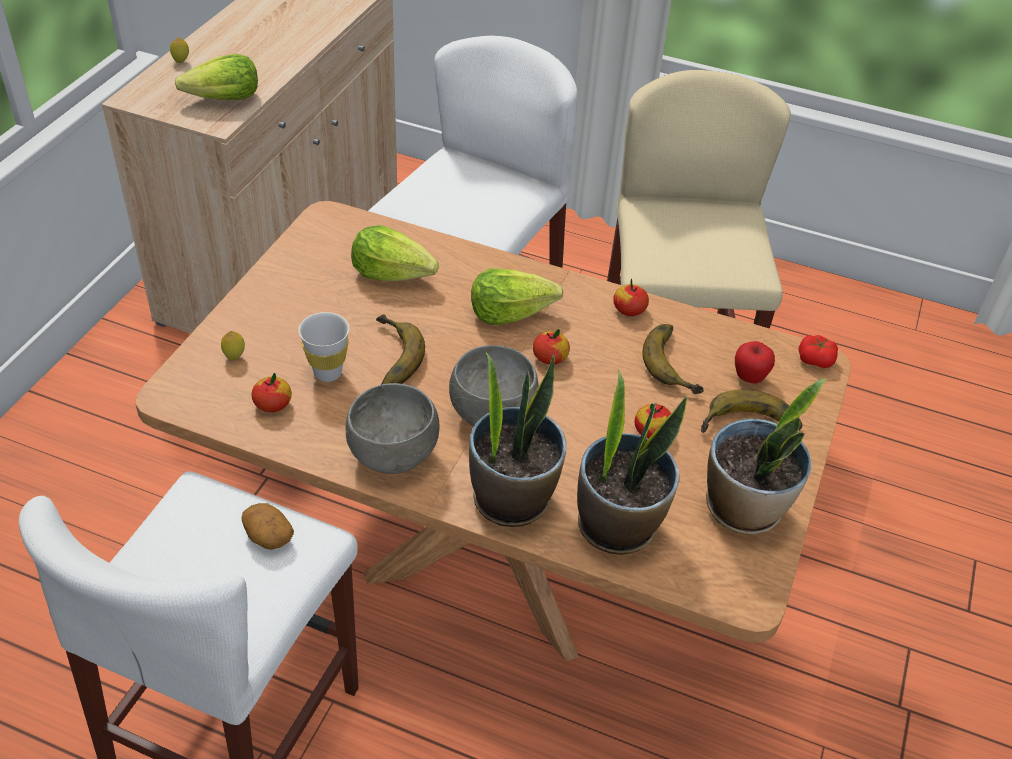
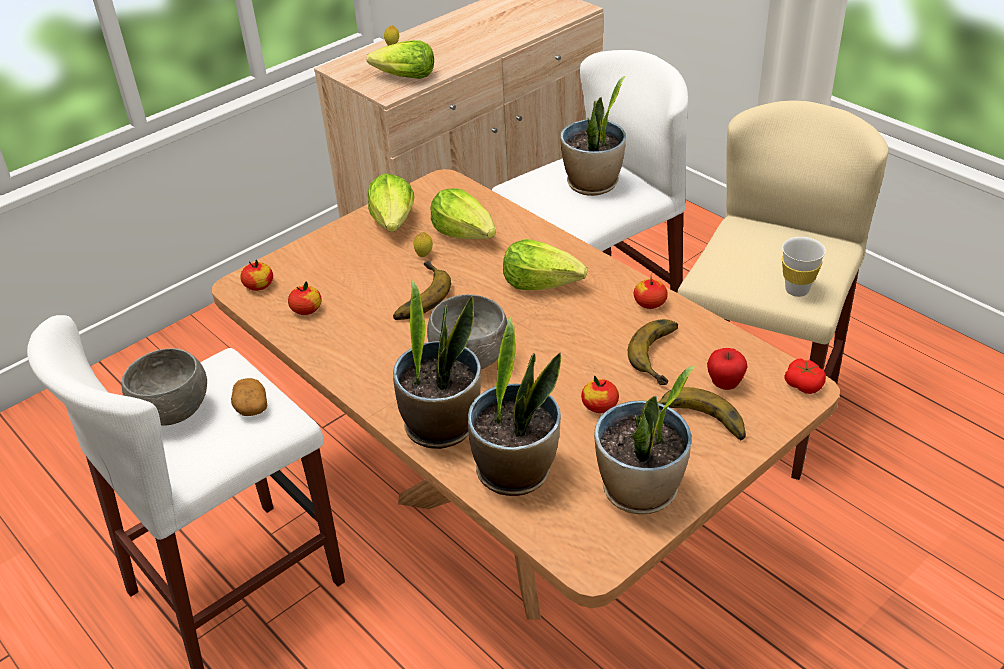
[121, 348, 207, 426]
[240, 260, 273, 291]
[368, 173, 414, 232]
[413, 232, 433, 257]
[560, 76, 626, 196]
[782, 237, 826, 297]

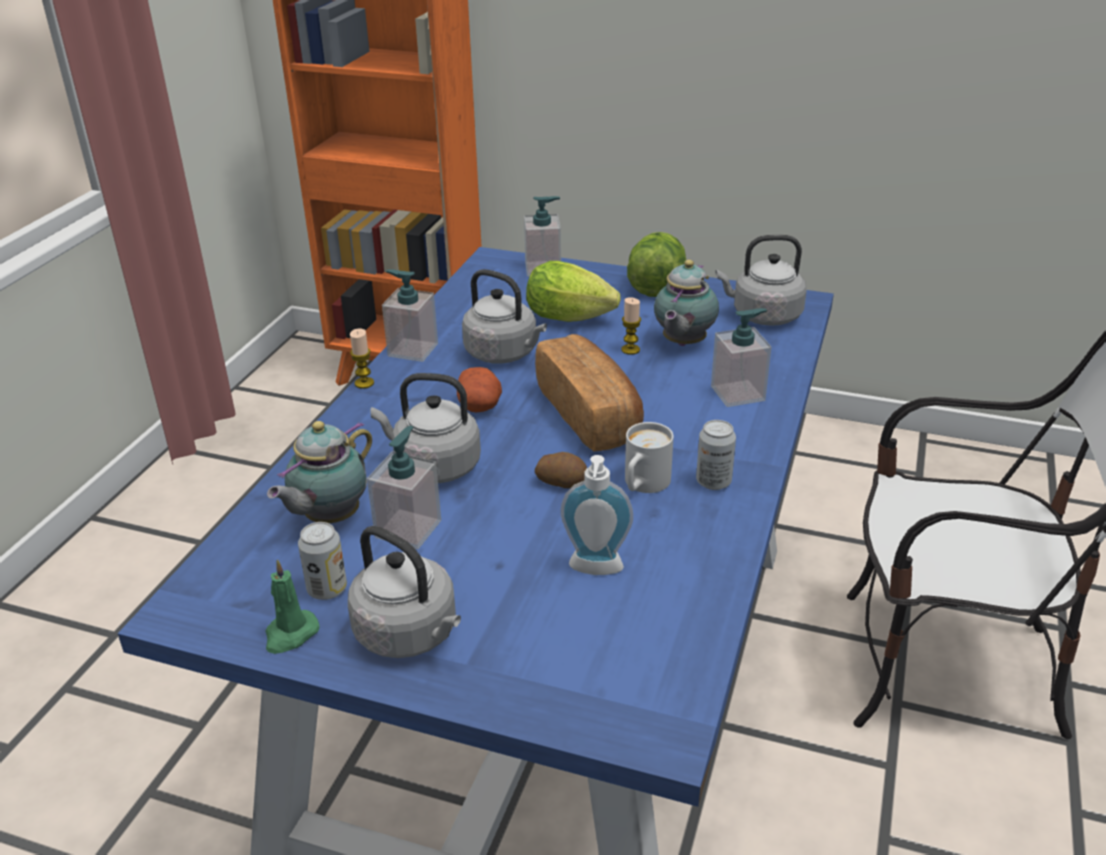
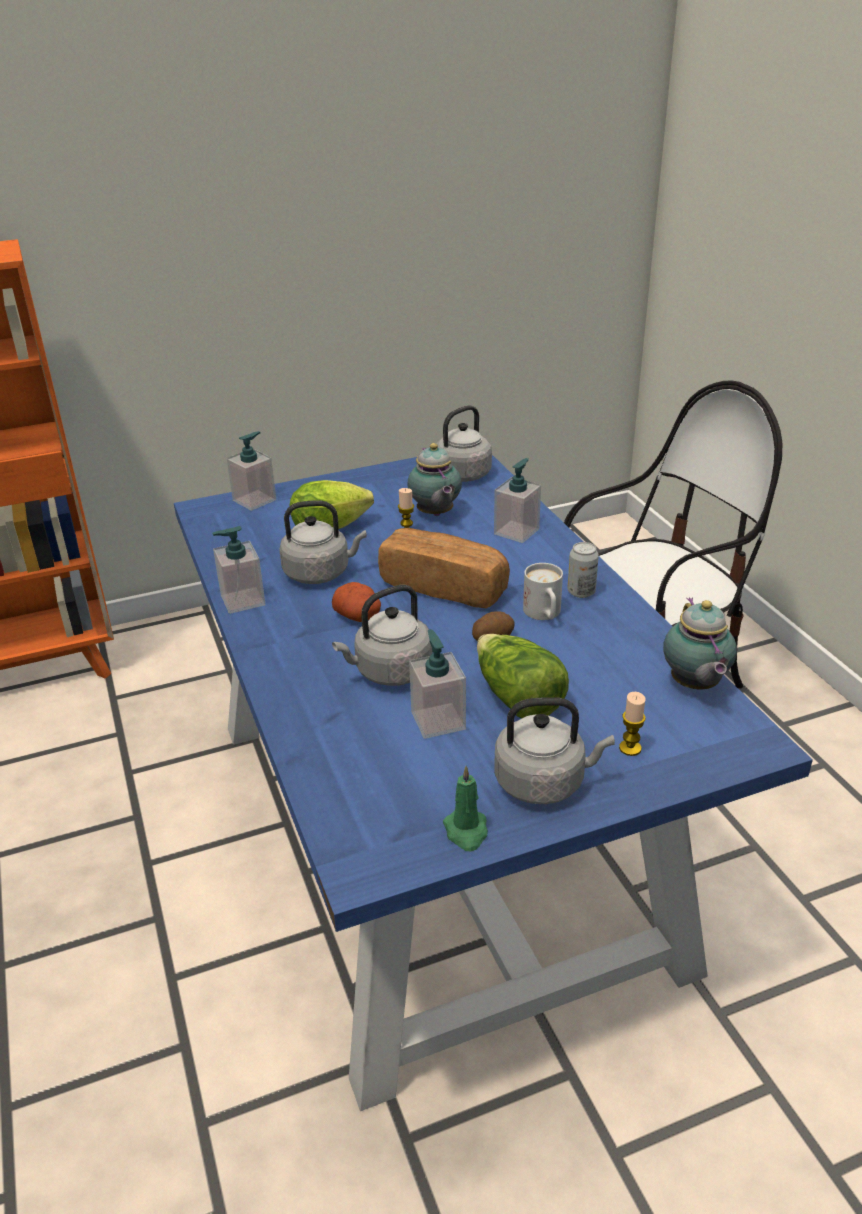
[477, 634, 569, 718]
[619, 692, 646, 756]
[663, 597, 737, 689]
[298, 522, 347, 600] (first image)
[561, 455, 633, 575] (first image)

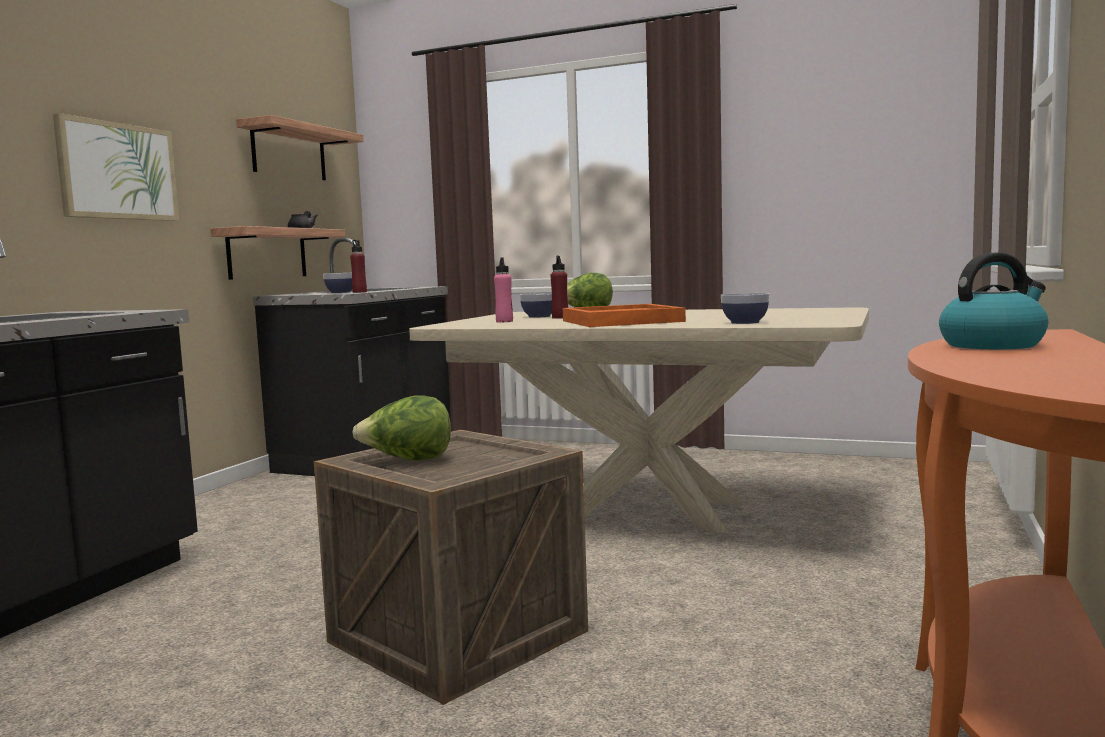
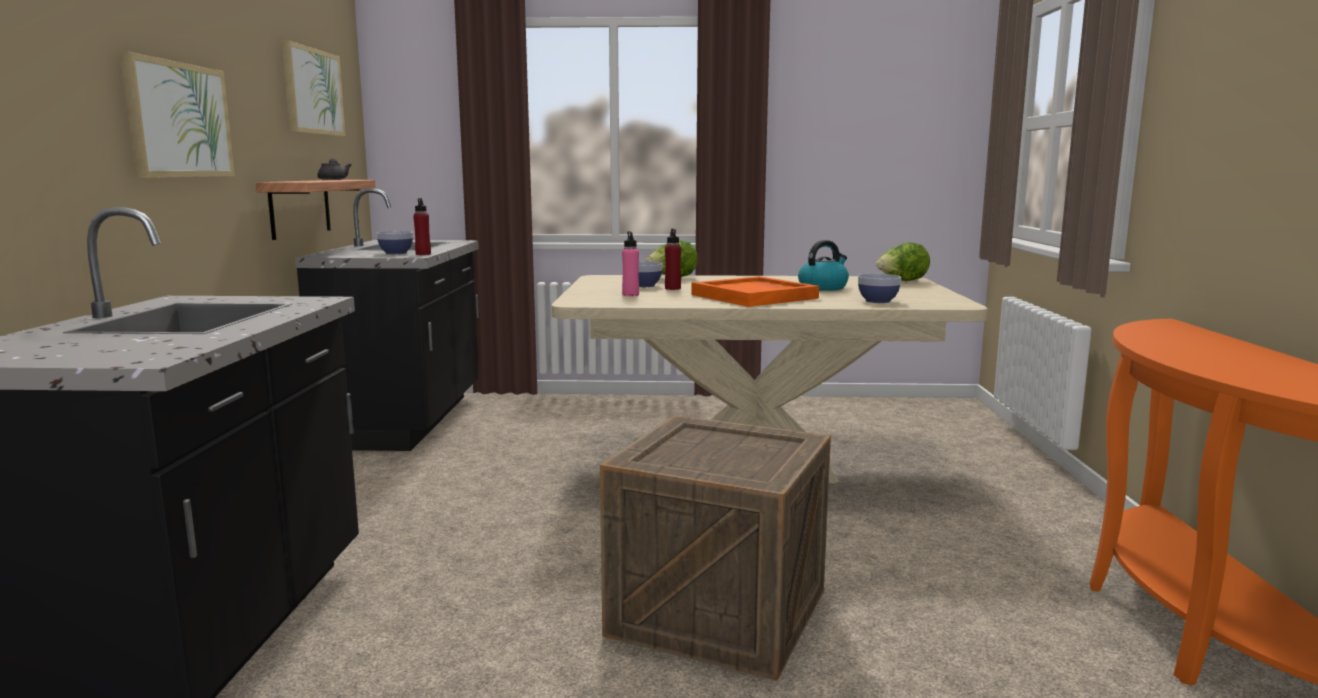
[281, 40, 345, 136]
[798, 240, 849, 291]
[876, 242, 930, 281]

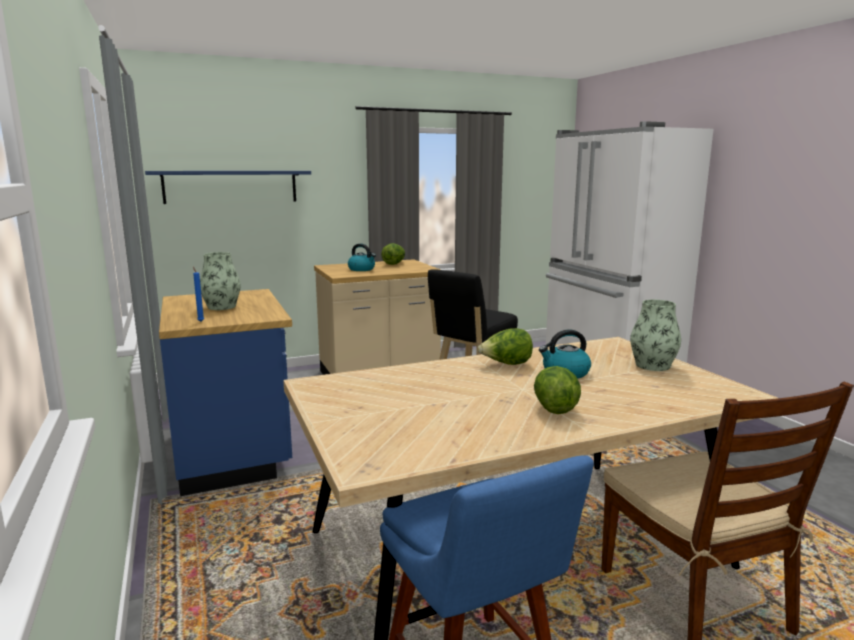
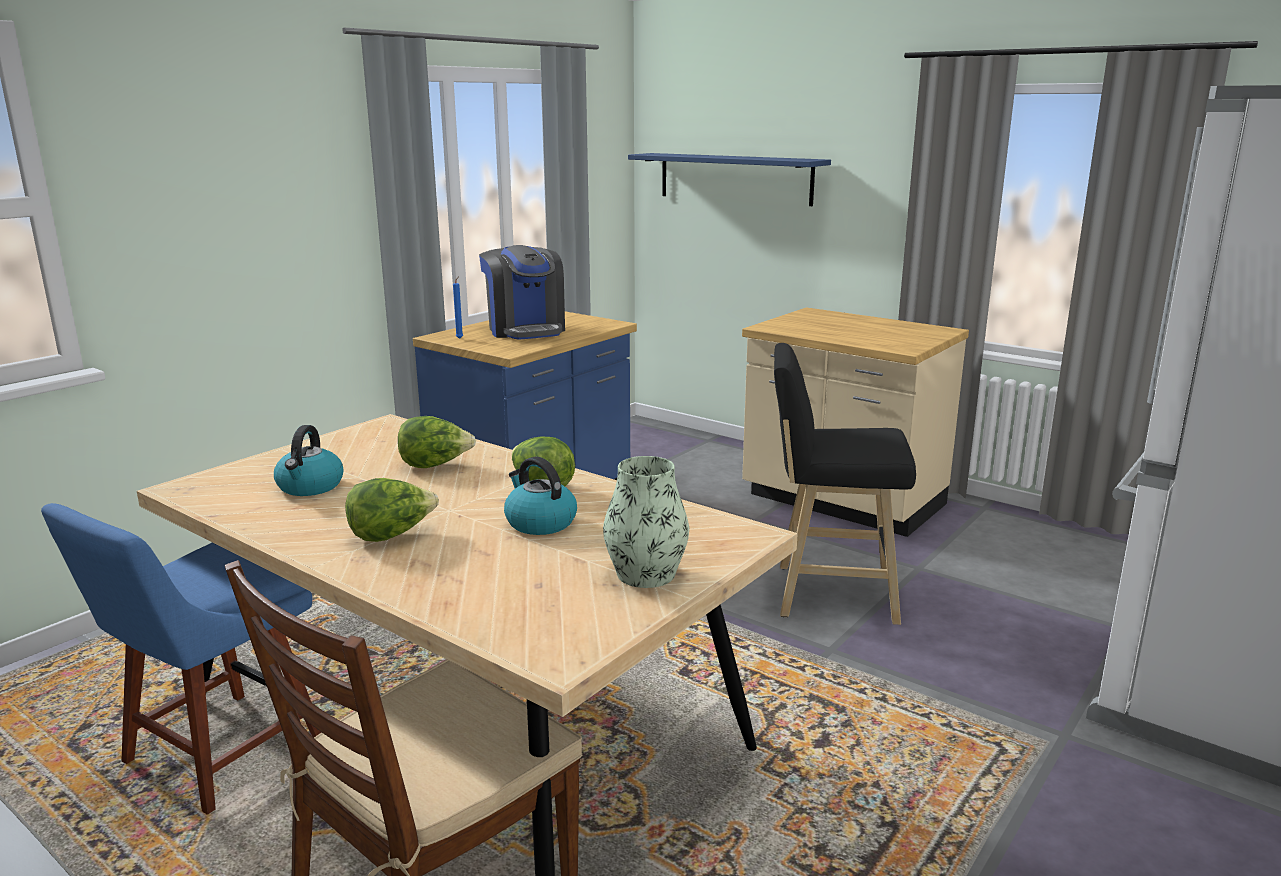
[274, 425, 343, 496]
[398, 416, 476, 468]
[479, 245, 565, 340]

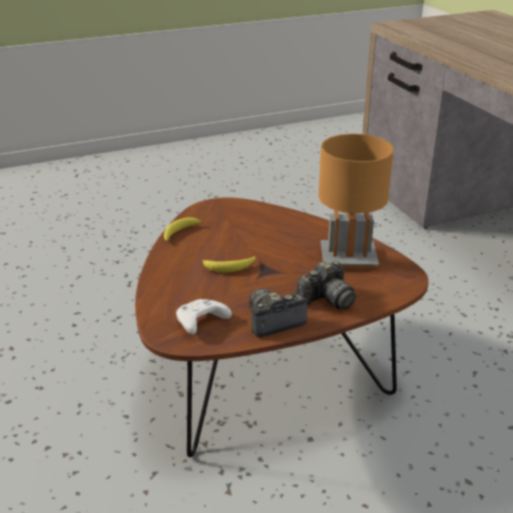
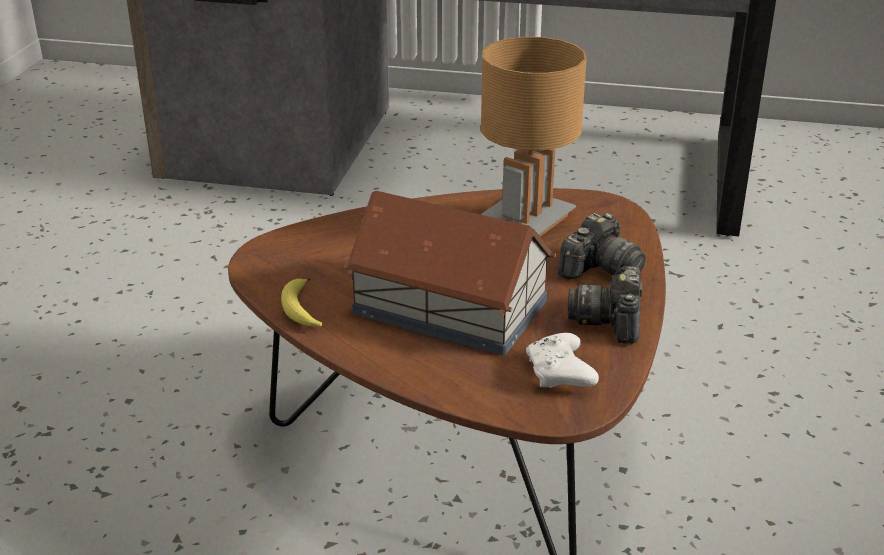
[344, 191, 556, 356]
[558, 213, 646, 279]

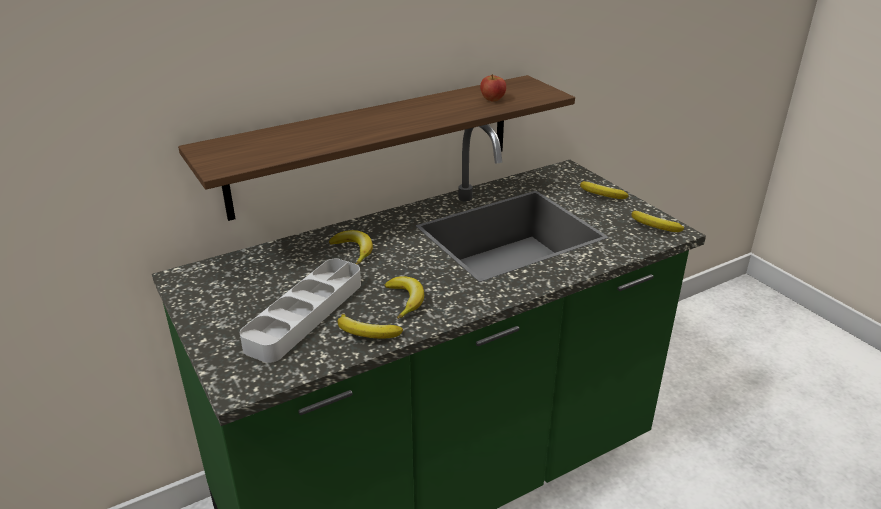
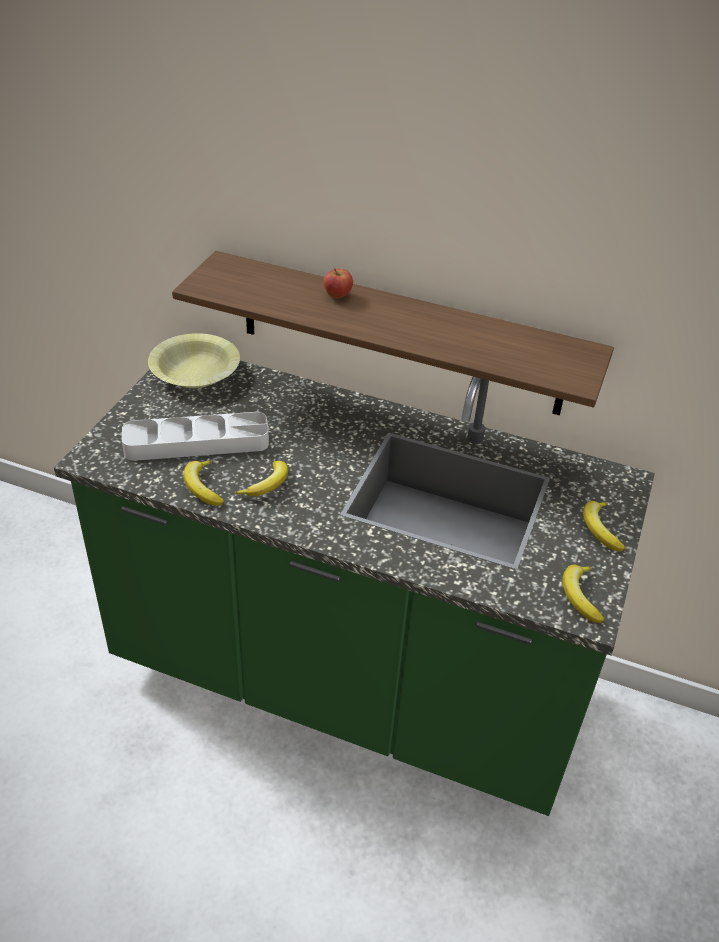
[148, 333, 240, 388]
[323, 268, 353, 298]
[329, 230, 373, 265] (first image)

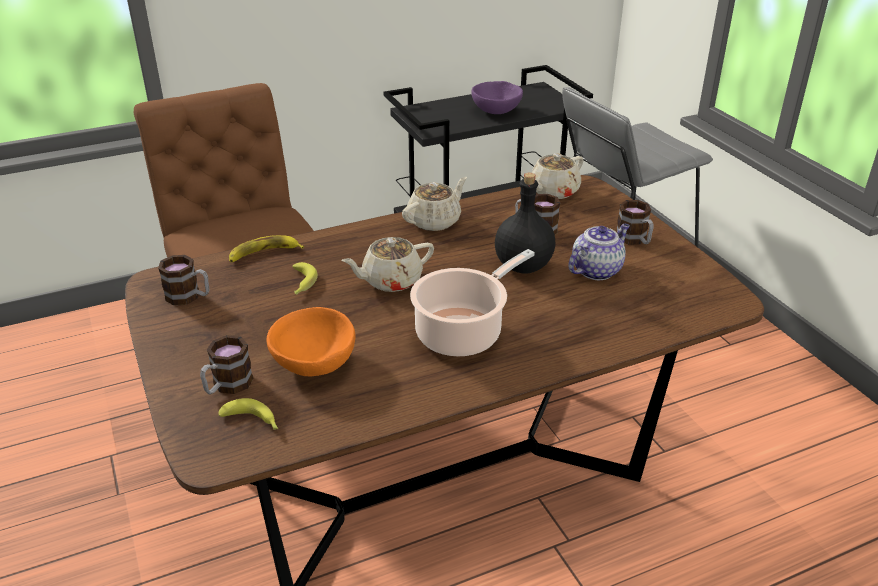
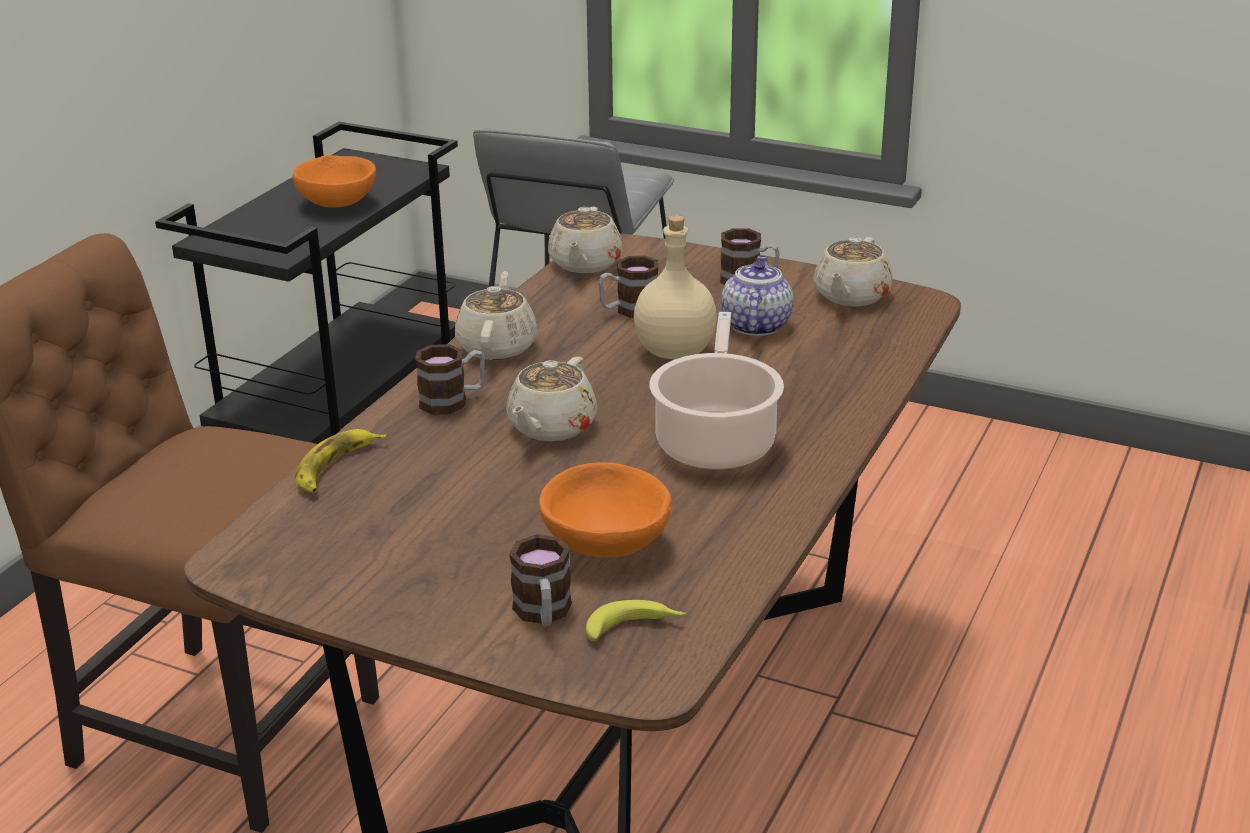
[293, 155, 376, 208]
[415, 344, 485, 415]
[634, 215, 717, 359]
[813, 237, 893, 307]
[292, 262, 318, 294] (first image)

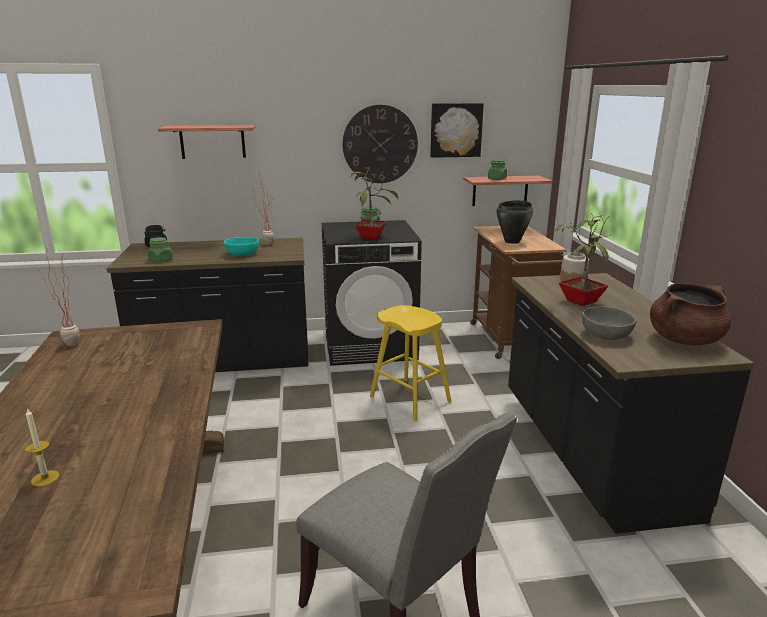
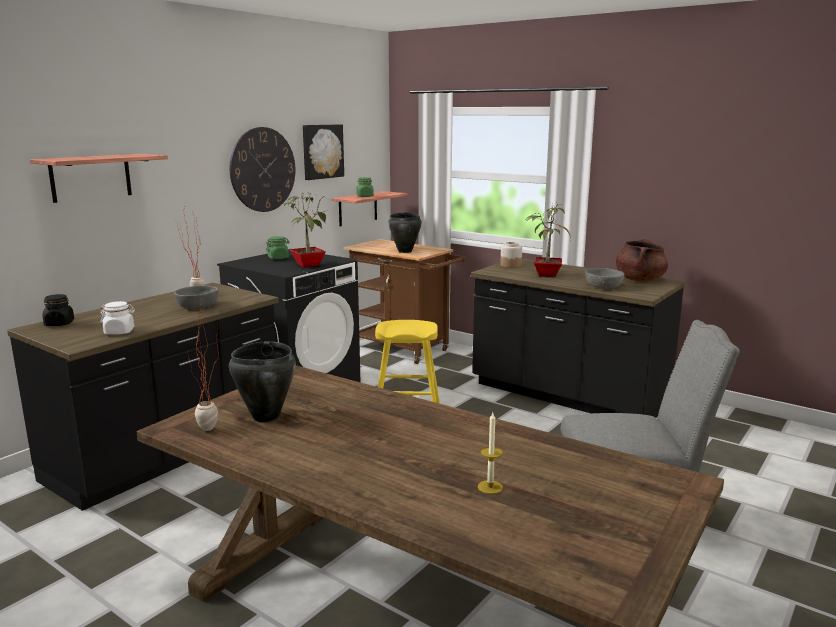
[100, 301, 135, 335]
[174, 286, 219, 309]
[229, 341, 296, 422]

